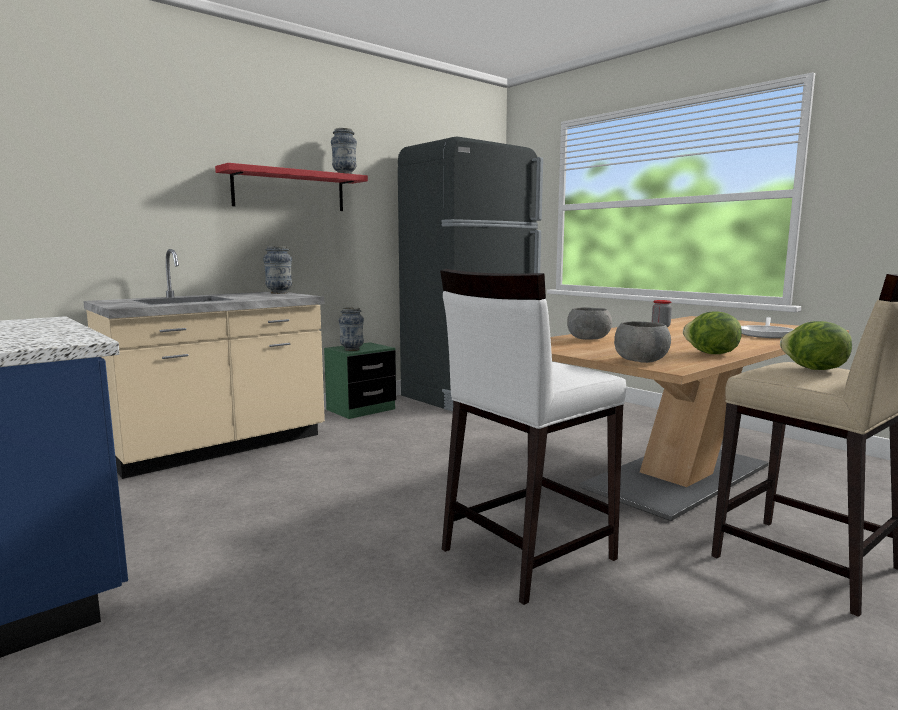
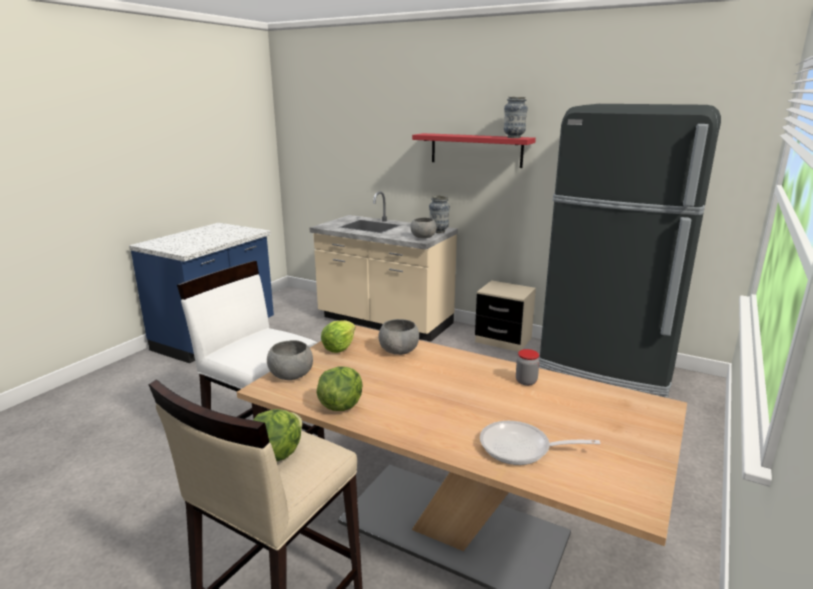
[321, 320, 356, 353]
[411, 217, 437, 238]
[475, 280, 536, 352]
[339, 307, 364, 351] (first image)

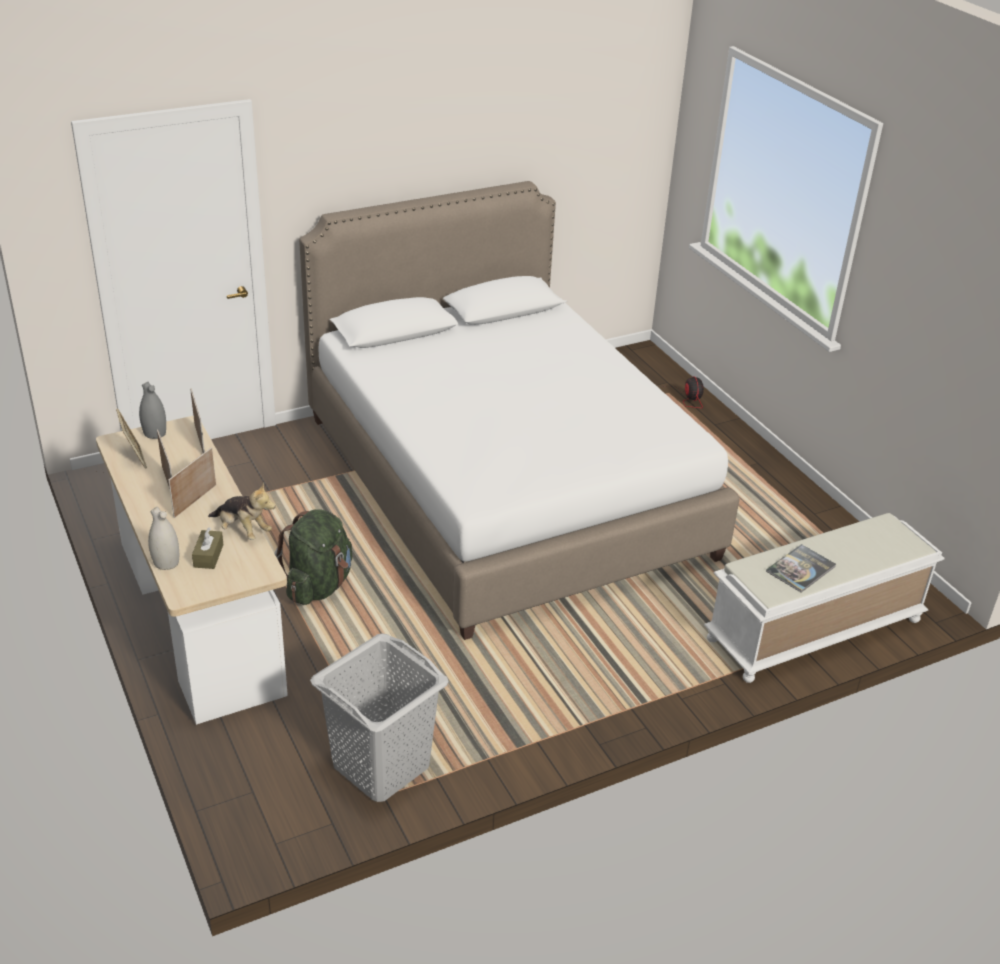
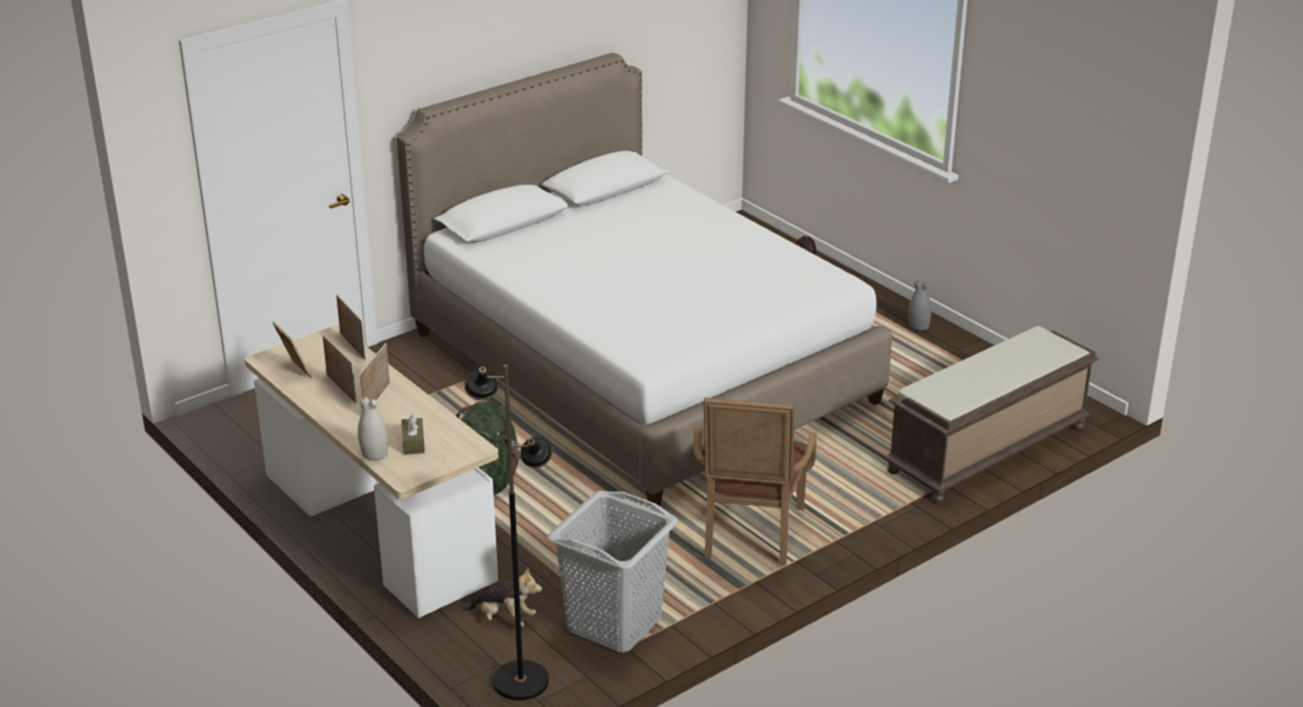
[463, 566, 542, 626]
[464, 365, 553, 700]
[693, 398, 817, 565]
[884, 326, 1099, 503]
[908, 280, 931, 331]
[766, 544, 836, 592] (first image)

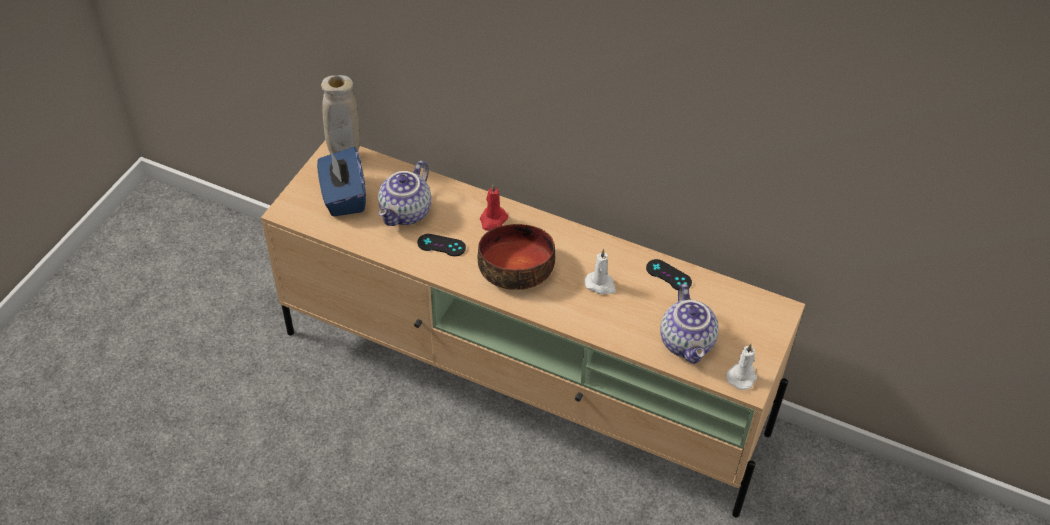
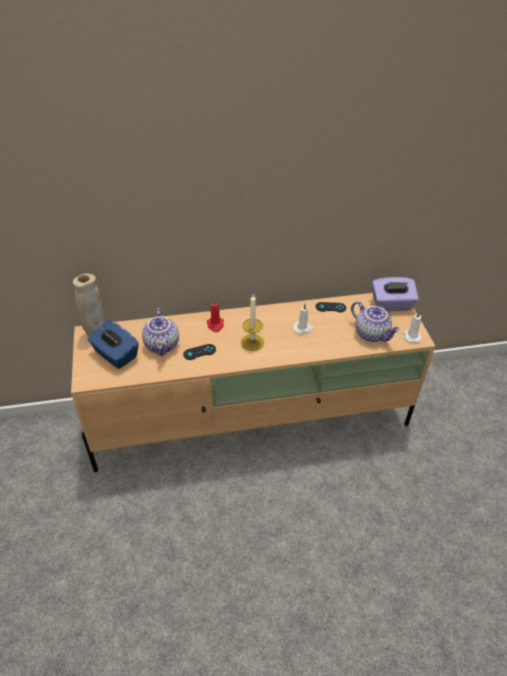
[241, 295, 264, 351]
[372, 277, 419, 311]

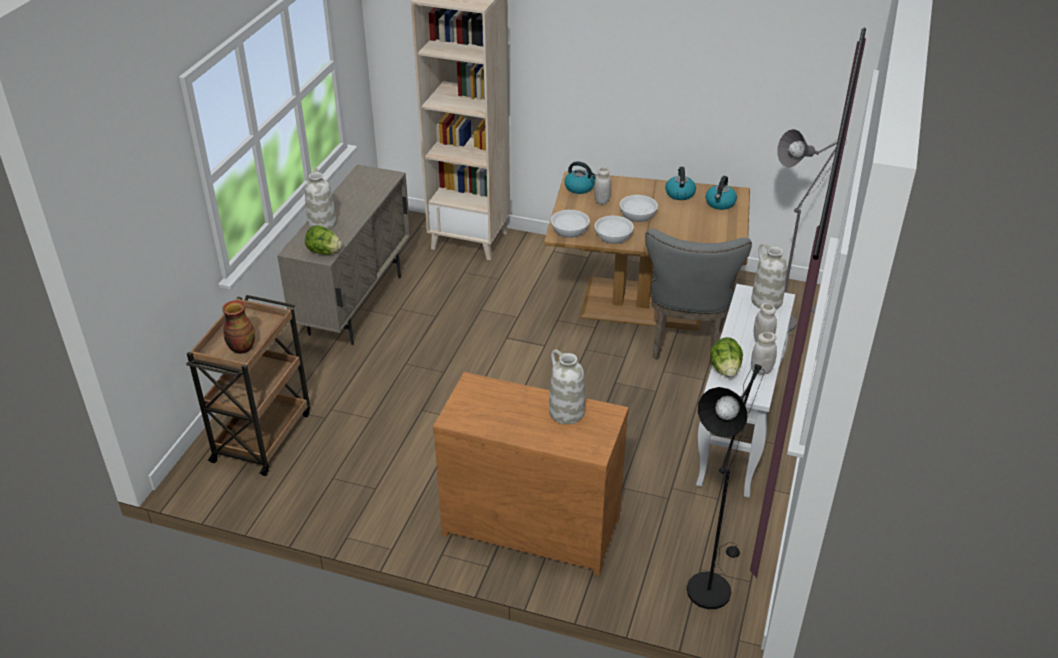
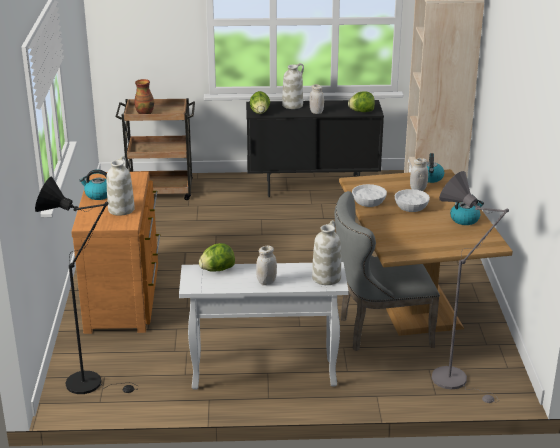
[79, 169, 107, 200]
[246, 100, 384, 197]
[309, 84, 324, 114]
[348, 91, 375, 112]
[551, 210, 590, 238] (first image)

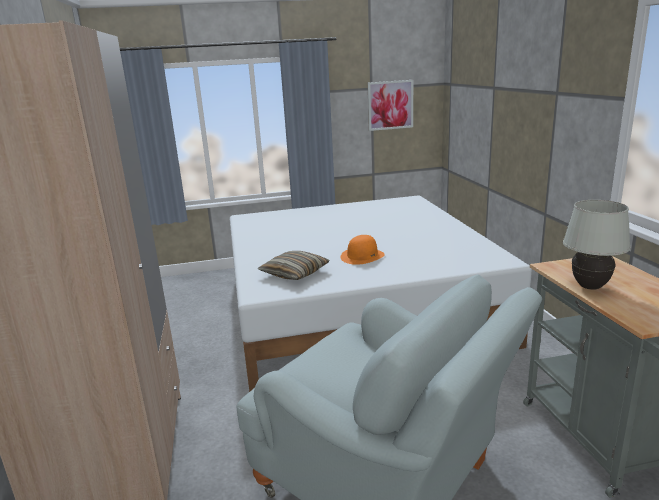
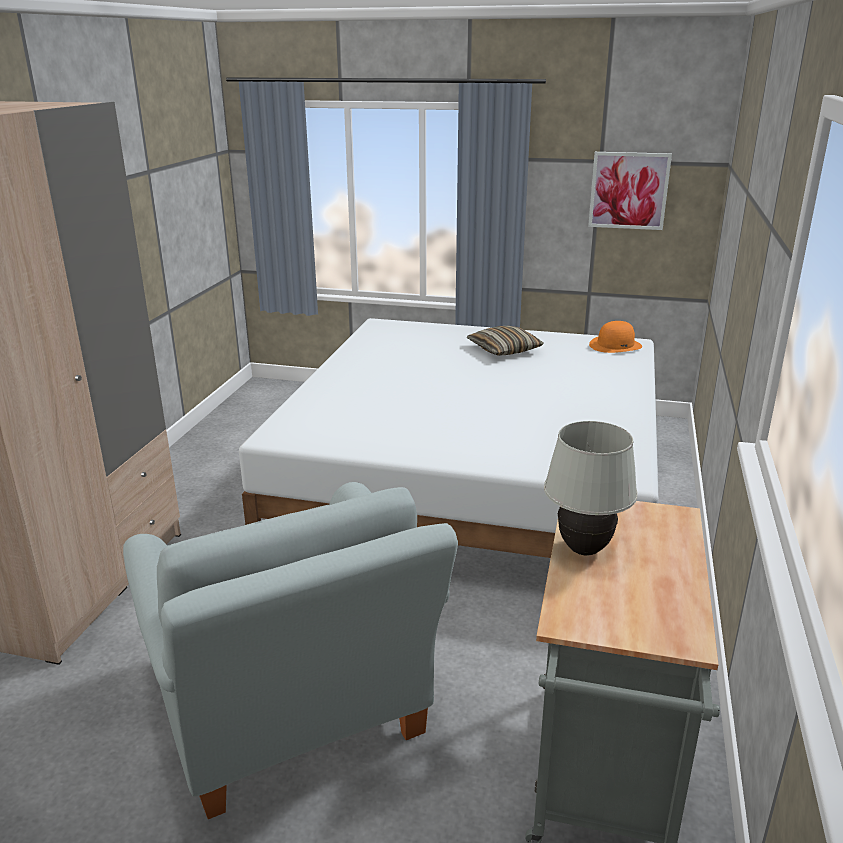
[467, 326, 544, 356]
[589, 321, 642, 353]

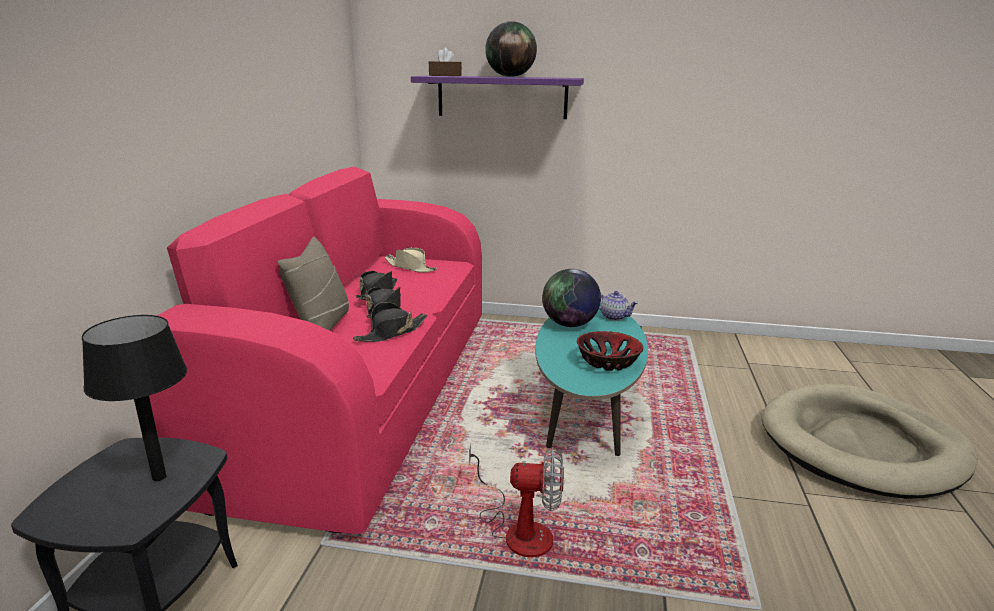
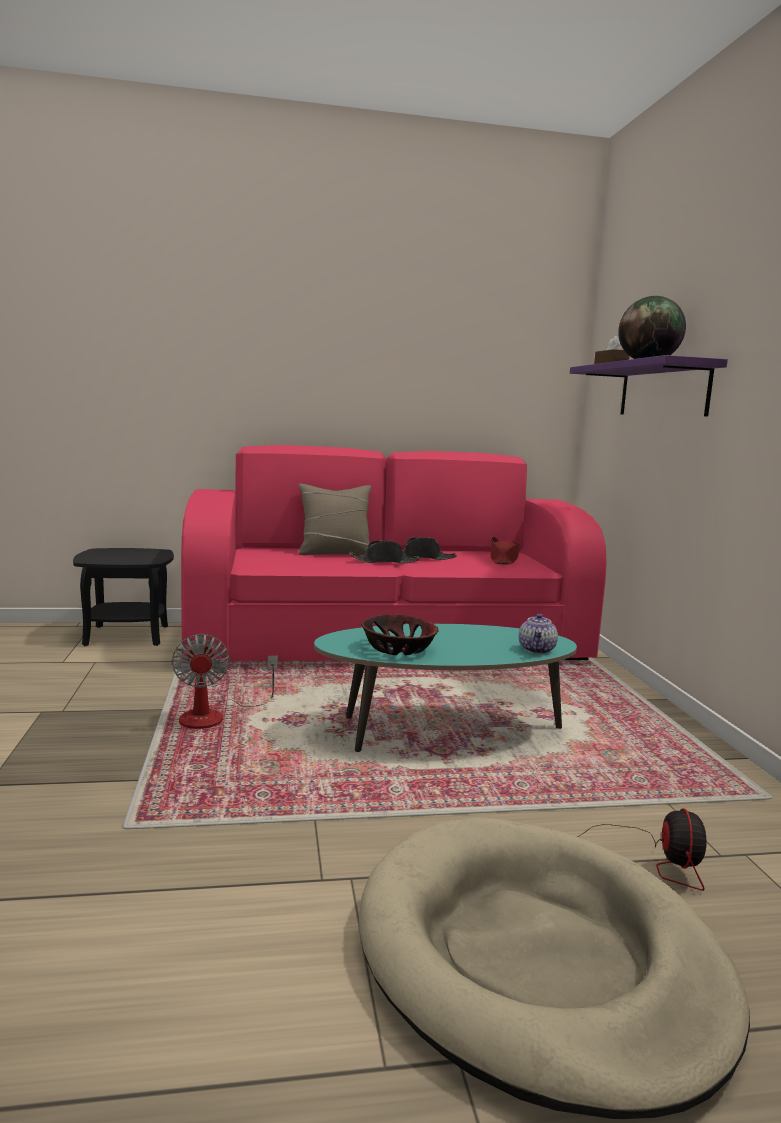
[491, 537, 519, 565]
[577, 808, 706, 891]
[82, 315, 187, 481] (first image)
[353, 302, 427, 342] (first image)
[542, 269, 601, 327] (first image)

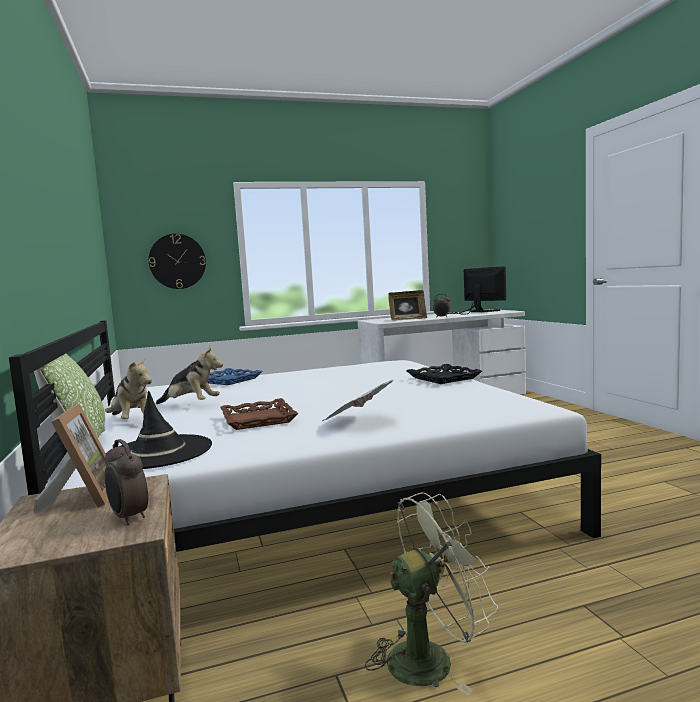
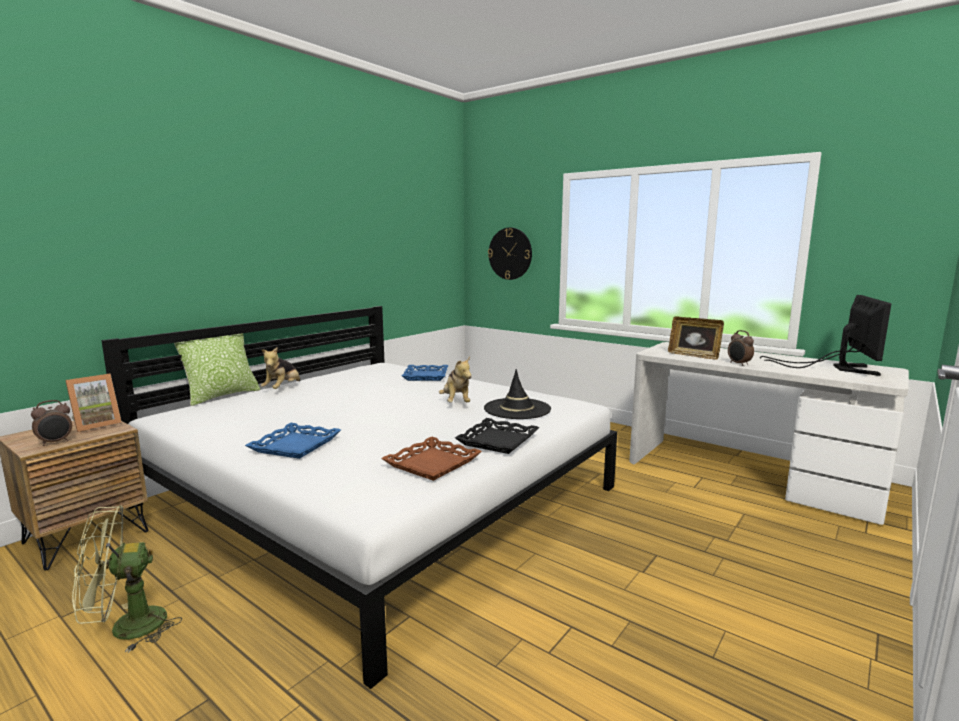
[31, 400, 72, 446]
[72, 505, 182, 653]
[245, 423, 341, 459]
[381, 437, 482, 481]
[439, 357, 471, 402]
[484, 369, 551, 419]

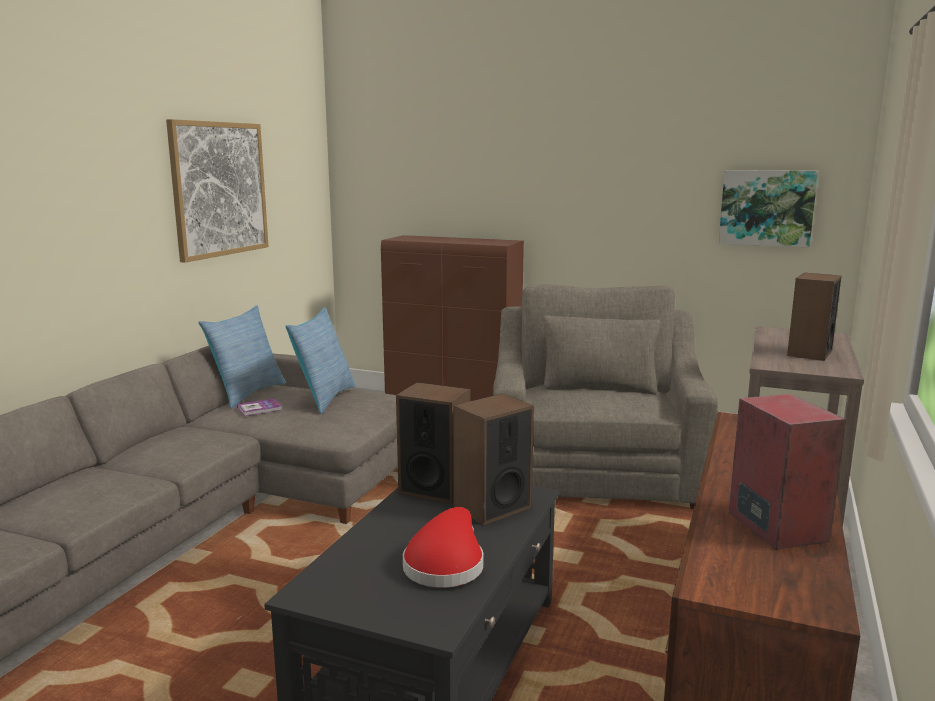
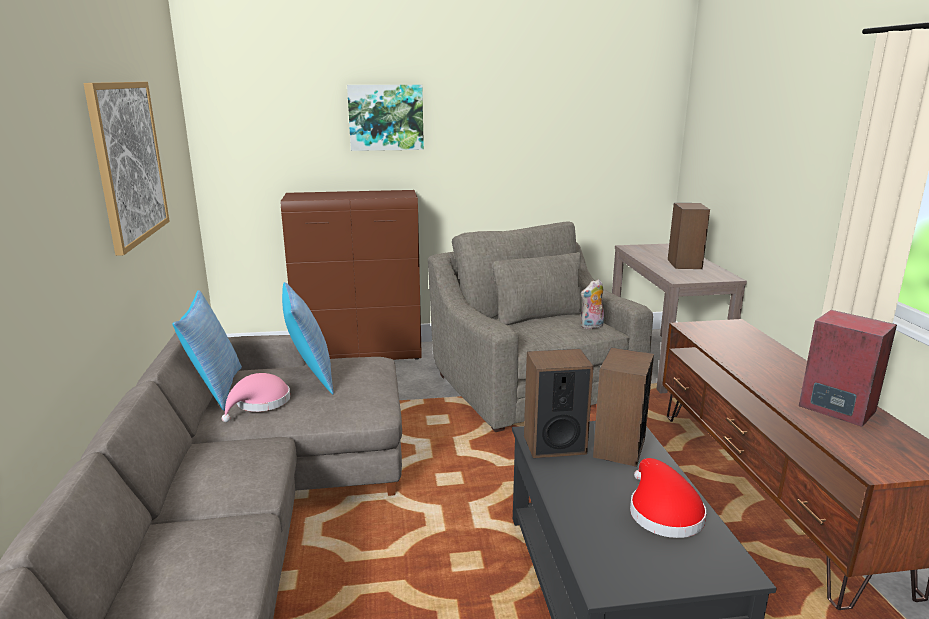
[222, 373, 290, 422]
[347, 85, 424, 151]
[581, 279, 606, 329]

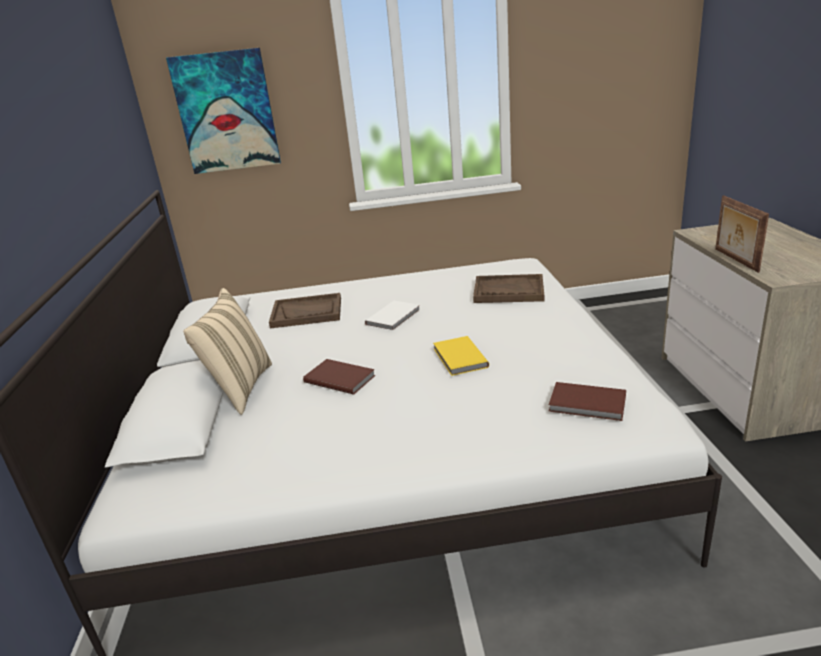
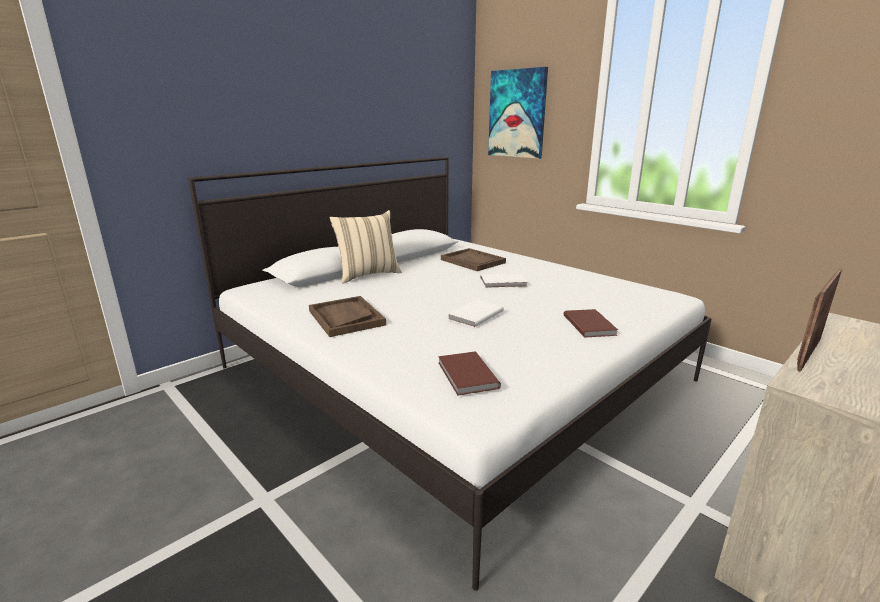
[309, 296, 386, 337]
[448, 299, 504, 327]
[564, 309, 618, 337]

